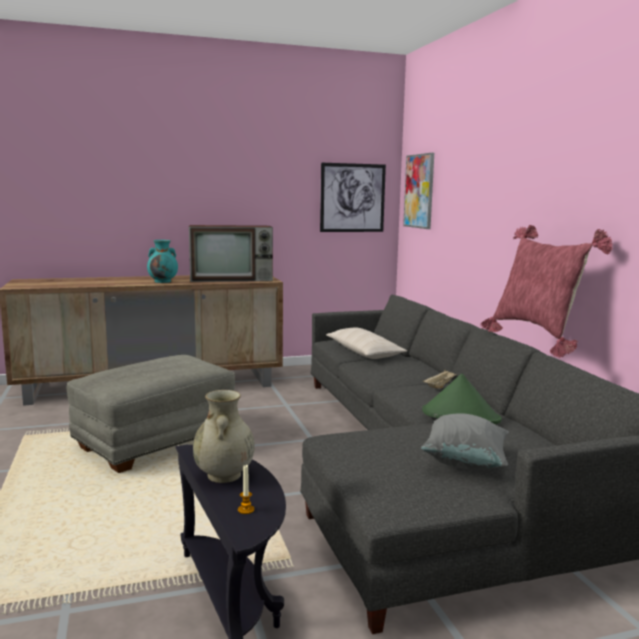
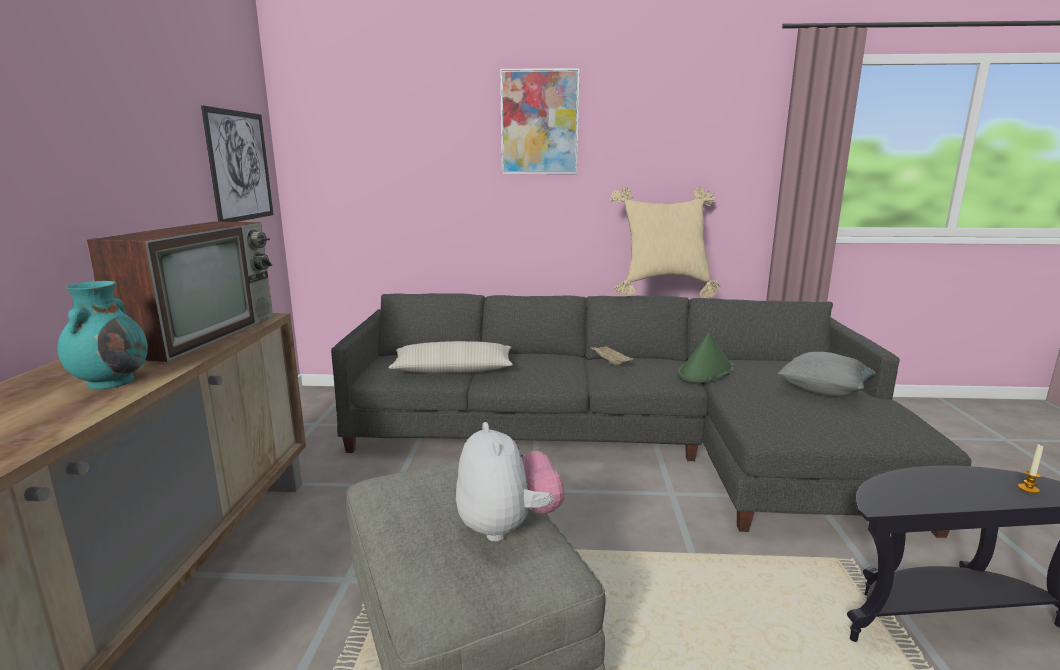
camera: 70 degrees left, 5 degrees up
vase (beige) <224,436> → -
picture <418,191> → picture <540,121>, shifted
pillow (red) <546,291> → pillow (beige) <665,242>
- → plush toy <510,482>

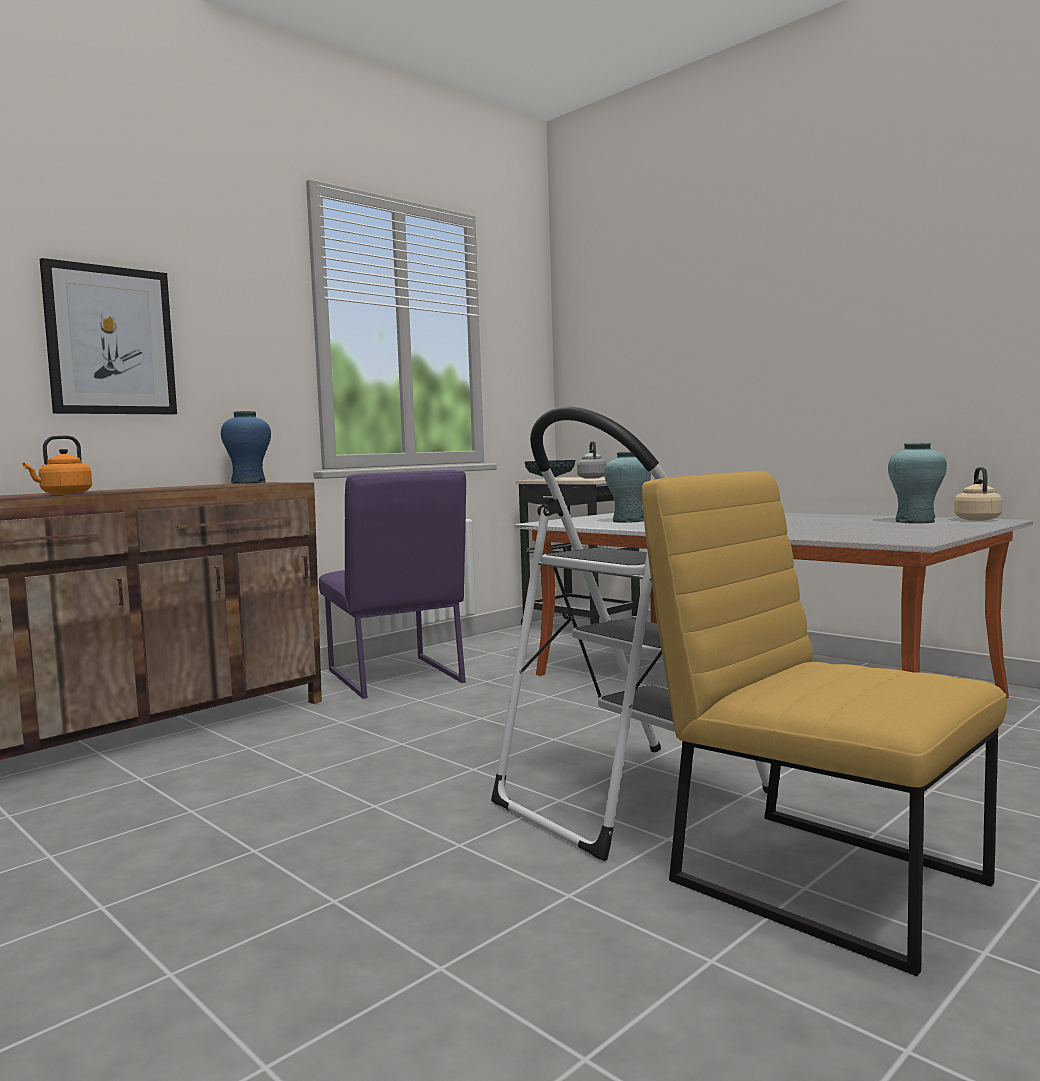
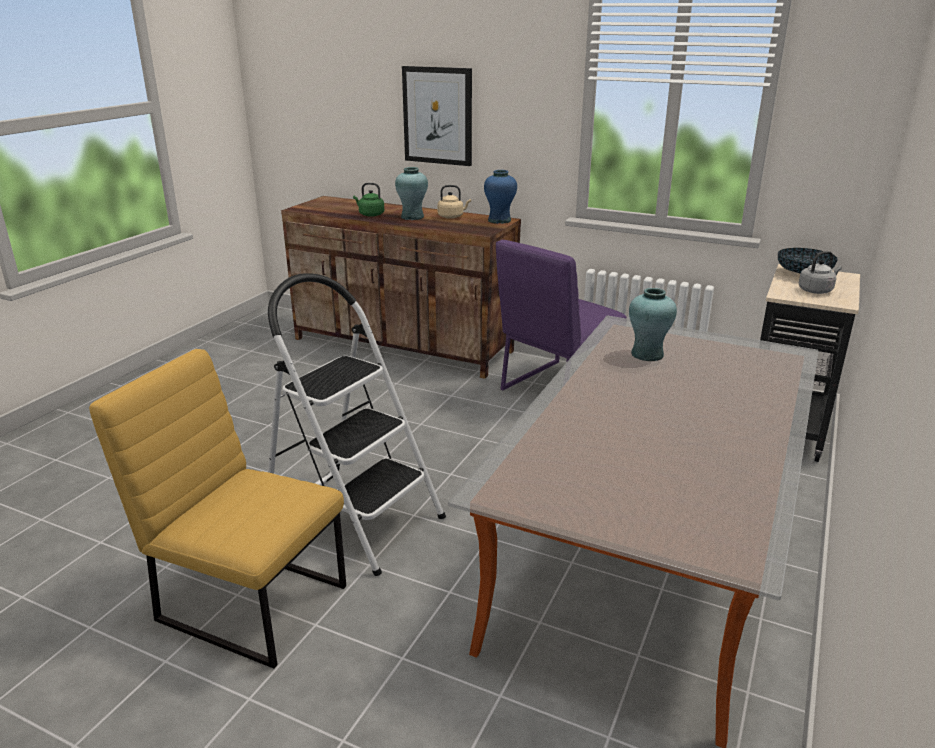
camera: 70 degrees right, 20 degrees up
kettle (orange) <57,465> → kettle (green) <368,200>
chair (yellow) <824,723> → chair (yellow) <217,509>, 90 degrees counterclockwise
vase (turquoise) <917,482> → vase (turquoise) <411,193>, shifted
kettle (beige) <978,494> → kettle (beige) <454,202>, shifted

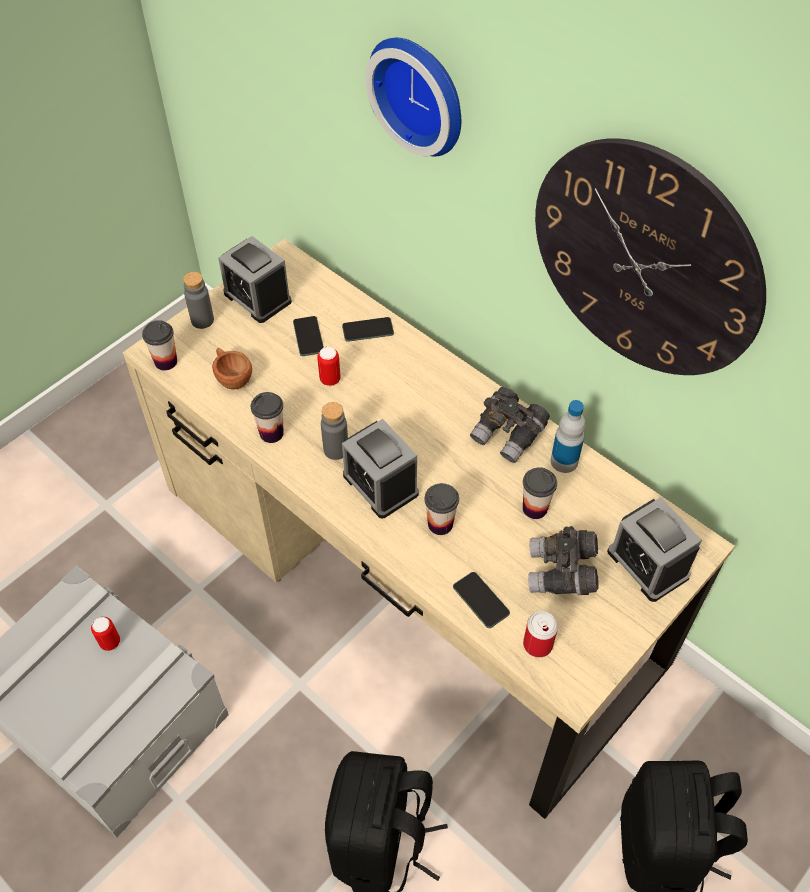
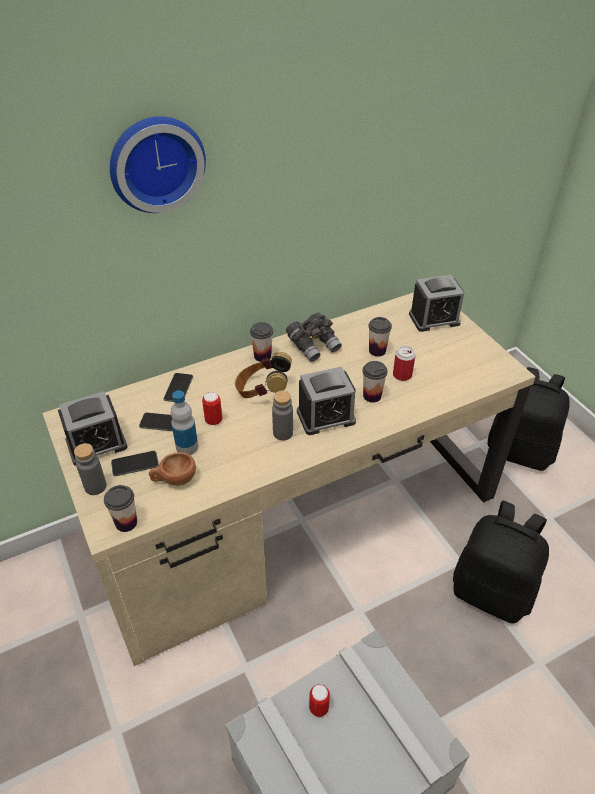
camera: 70 degrees left, 10 degrees down
cup <267,417> → cup <261,342>, shifted
phone <481,600> → phone <135,463>, shifted
can <540,634> → can <404,363>, shifted
binoculars (grey) <563,560> → -
wall clock <650,256> → -
bottle <568,436> → bottle <184,422>, shifted
- → headphones <263,375>

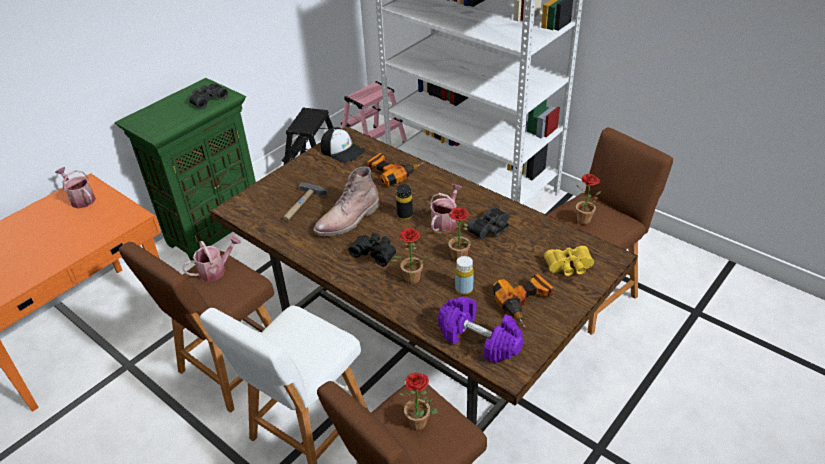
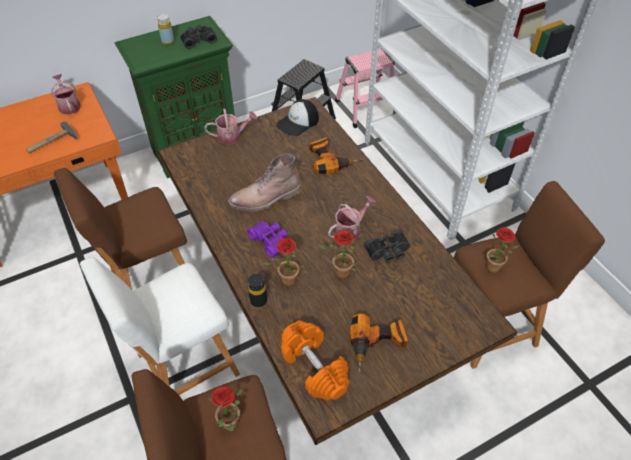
camera: 20 degrees right, 10 degrees up
watering can <211,259> → watering can <230,127>, shifted
hammer <305,202> → hammer <52,137>, shifted
cap <343,145> → cap <297,117>, 75 degrees clockwise
binoculars (black) <372,249> → binoculars (purple) <267,239>
bottle (black) <404,202> → bottle (black) <257,291>, shifted
dumbbell (purple) <481,330> → dumbbell (orange) <315,360>
bottle (yellow) <464,275> → bottle (yellow) <165,29>, shifted
binoculars (yellow) <569,261> → -

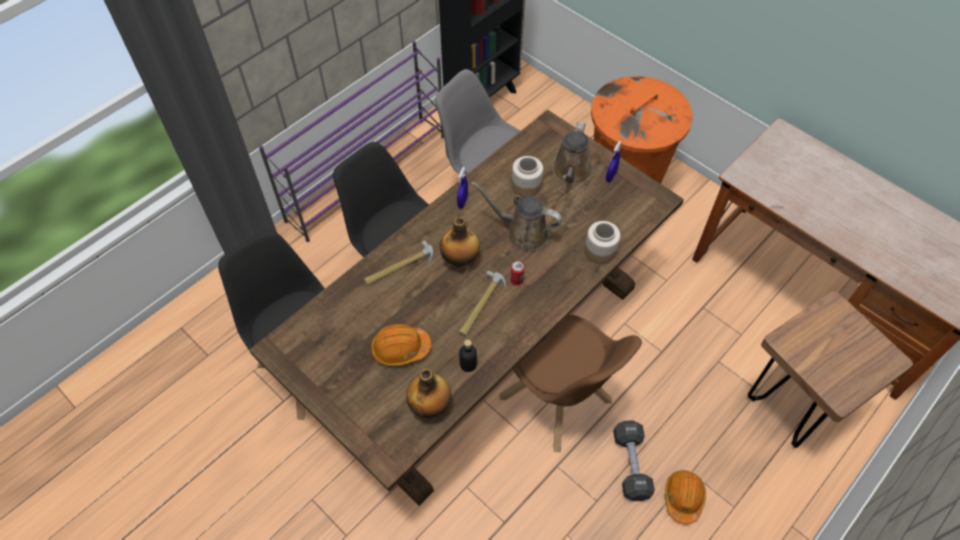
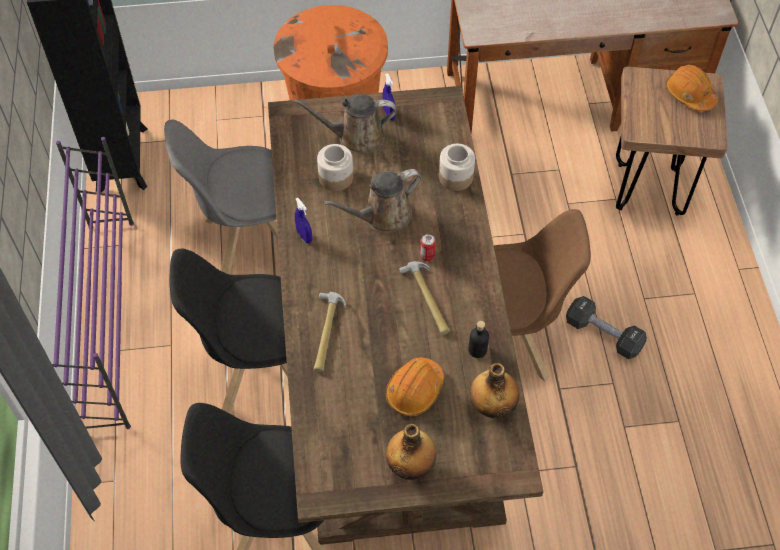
camera: 50 degrees left, 0 degrees up
bottle <460,242> → bottle <411,452>, shifted
watering can (brown) <572,153> → watering can (brown) <344,124>, 120 degrees clockwise
hard hat (orange) <685,497> → hard hat (orange) <691,88>, shifted

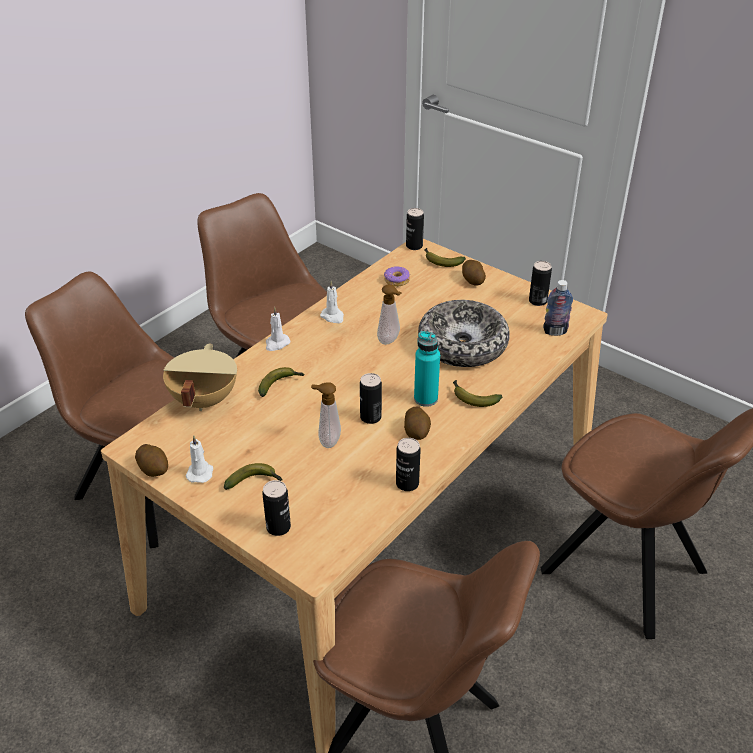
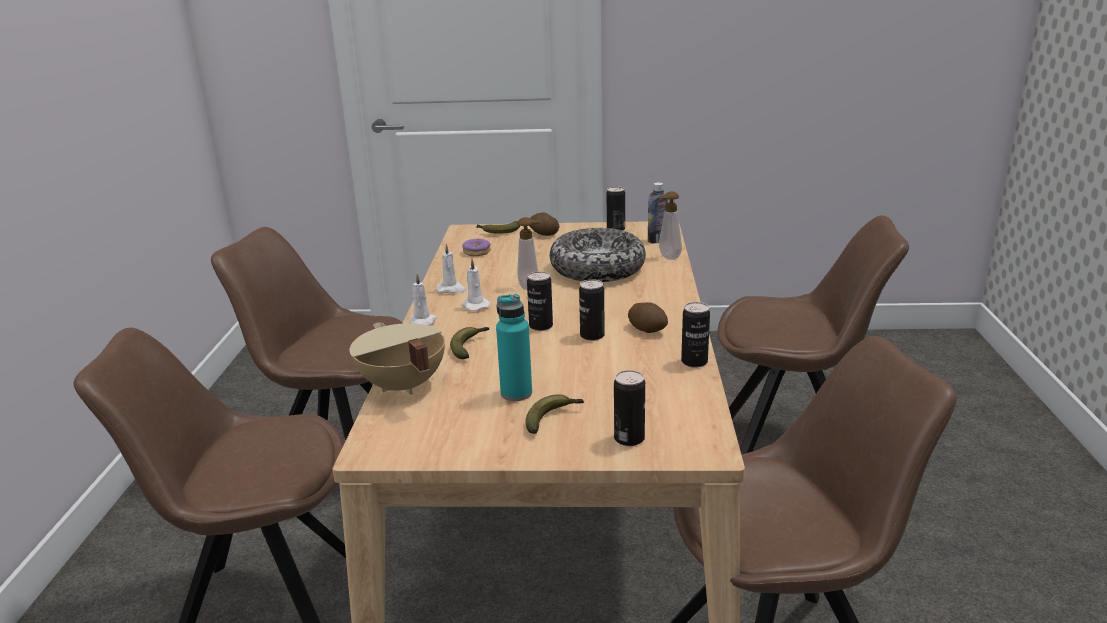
camera: 35 degrees left, 15 degrees down
potato <151,460> → -
candle (white) <199,459> → candle (white) <476,285>, shifted
soap dispenser <326,415> → soap dispenser <670,225>, shifted
can <415,229> → can <540,301>, shifted
bottle (turquoise) <427,369> → bottle (turquoise) <514,347>, shifted
banana <477,393> → -

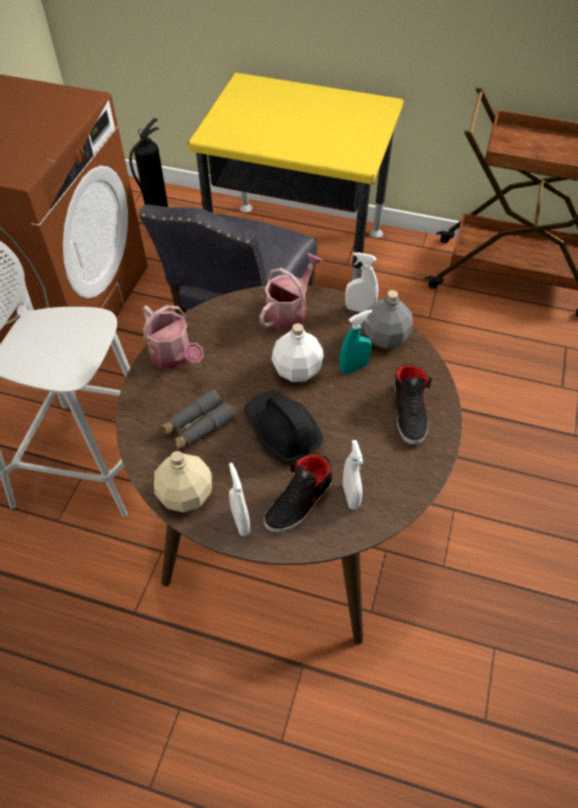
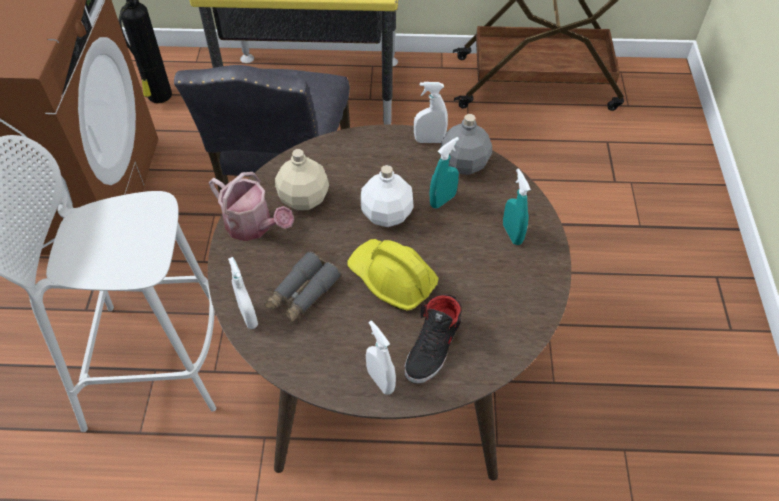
camera: 15 degrees left, 0 degrees up
bottle (beige) <183,482> → bottle (beige) <302,179>, shifted
hard hat (black) <283,426> → hard hat (yellow) <393,275>
watering can <291,291> → -
spray bottle (white) <353,475> → spray bottle (white) <243,293>, shifted
shoe (black) <413,404> → spray bottle (turquoise) <517,206>

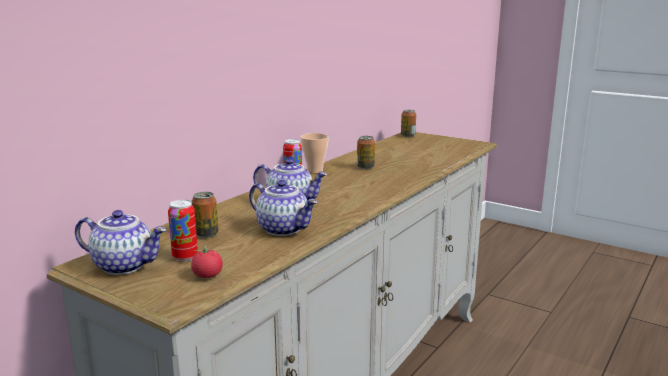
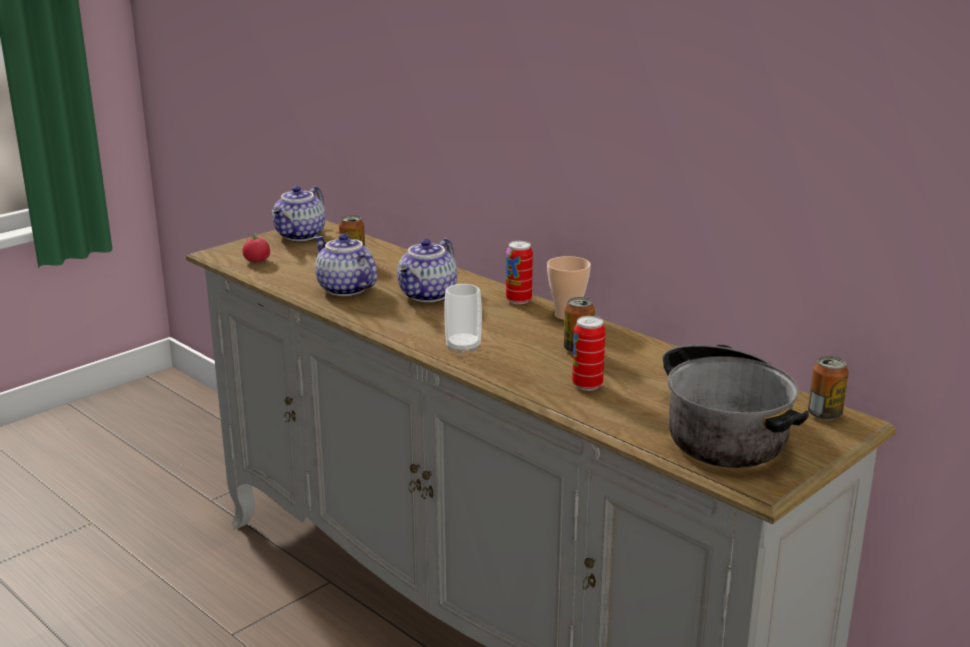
camera: 100 degrees right, 5 degrees up
can <183,230> → can <588,353>, shifted
teapot <283,208> → teapot <345,264>, 90 degrees clockwise
- → cup <463,319>
- → cooking pot <736,406>

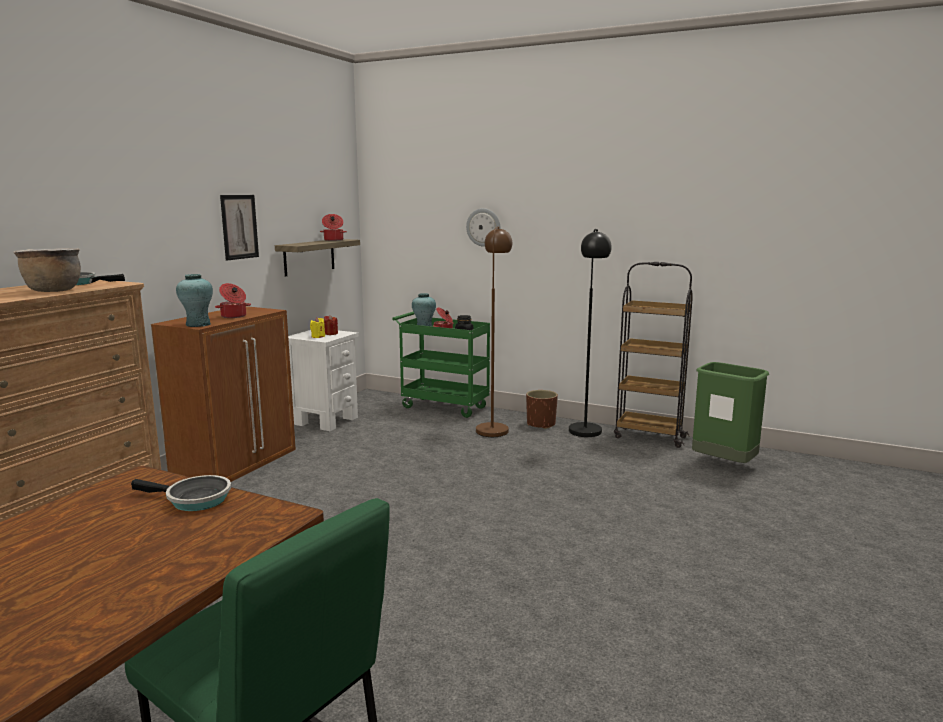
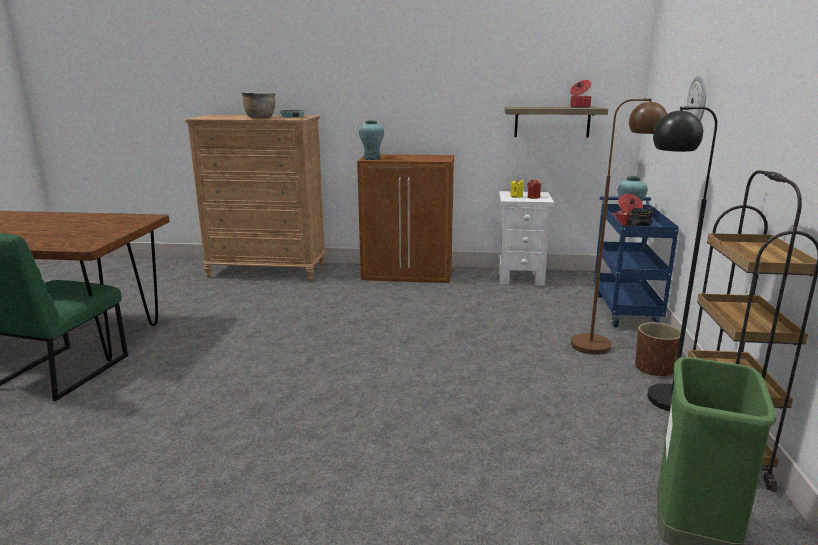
camera: 70 degrees right, 5 degrees up
frying pan <181,493> → -
cooking pot <233,300> → -
picture <239,228> → -
cart (green) <441,364> → cart (blue) <636,261>

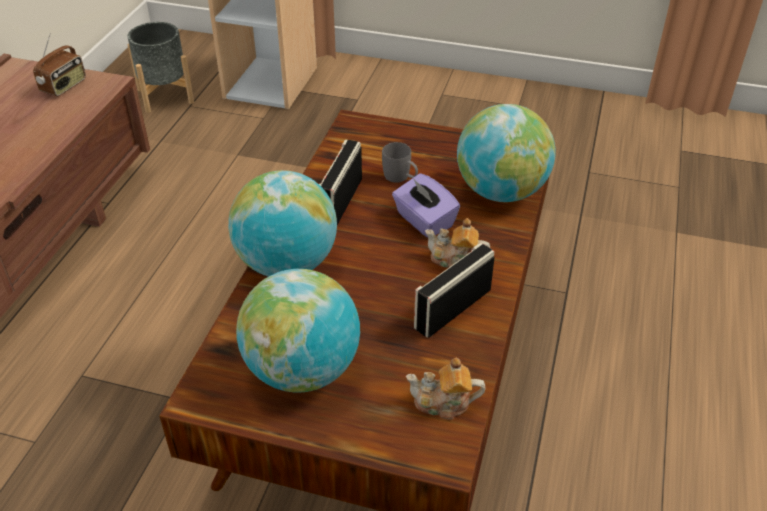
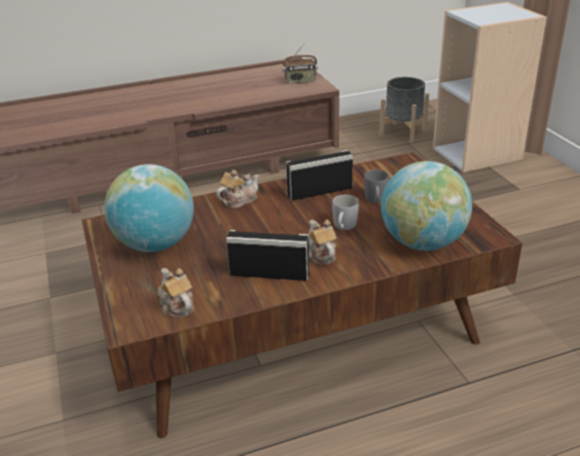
camera: 55 degrees right, 10 degrees down
globe <282,223> → teapot <237,189>
tissue box (purple) <426,205> → mug (white) <345,212>

